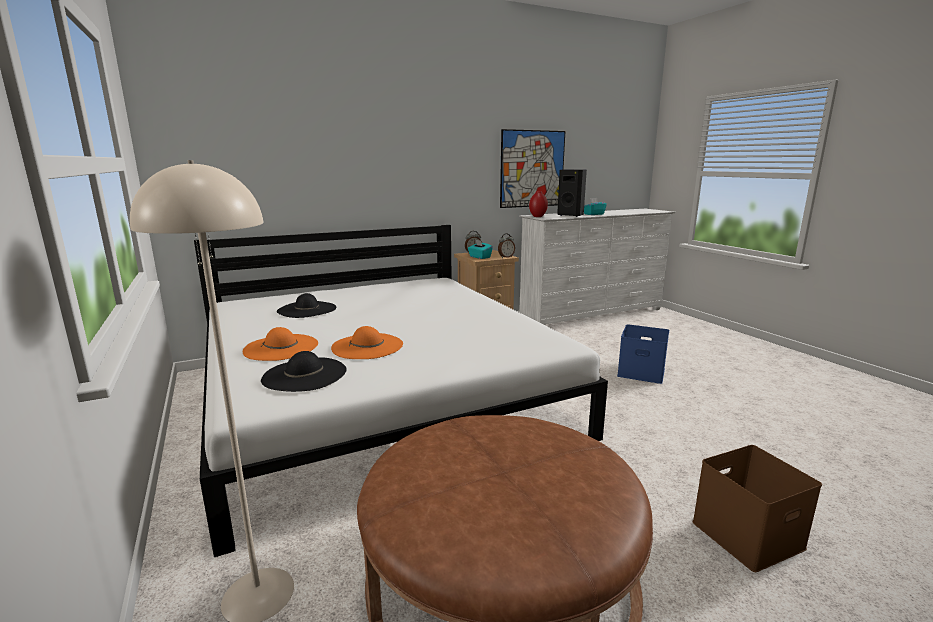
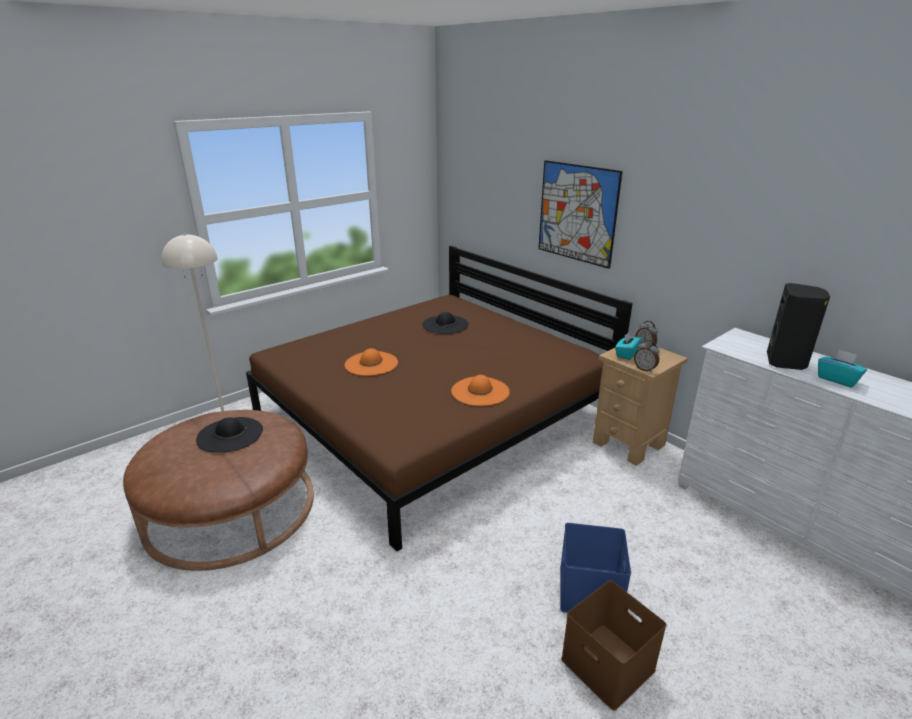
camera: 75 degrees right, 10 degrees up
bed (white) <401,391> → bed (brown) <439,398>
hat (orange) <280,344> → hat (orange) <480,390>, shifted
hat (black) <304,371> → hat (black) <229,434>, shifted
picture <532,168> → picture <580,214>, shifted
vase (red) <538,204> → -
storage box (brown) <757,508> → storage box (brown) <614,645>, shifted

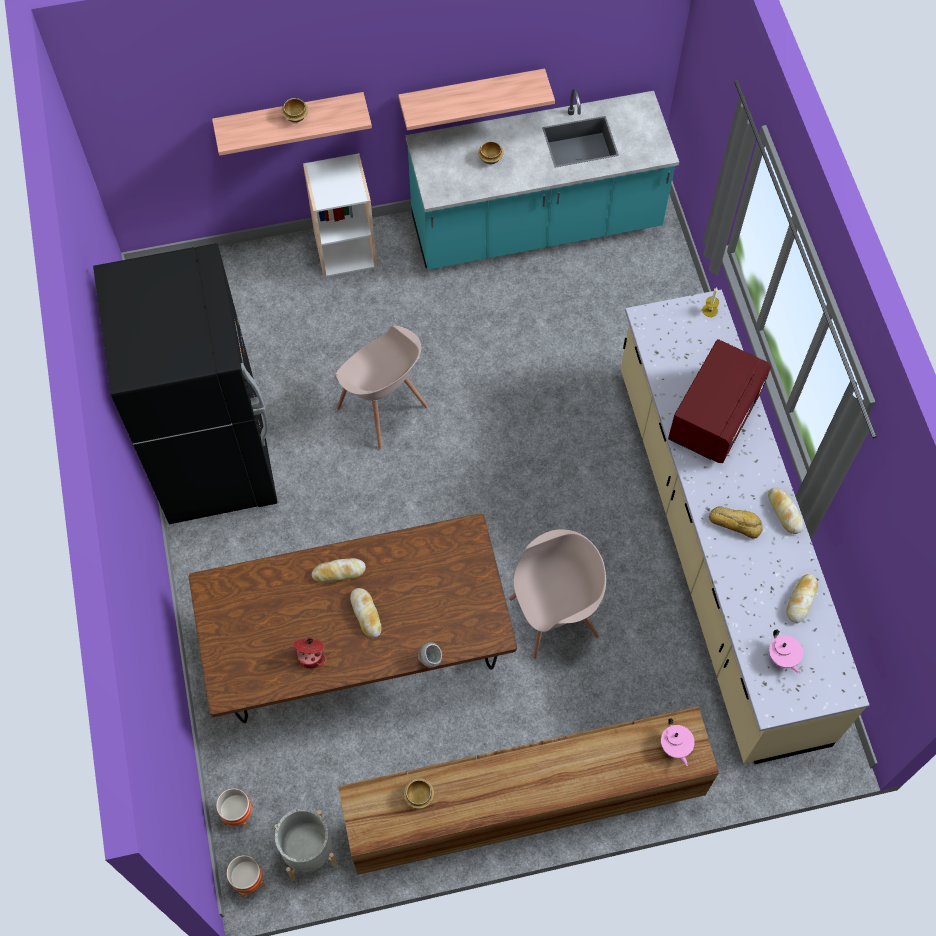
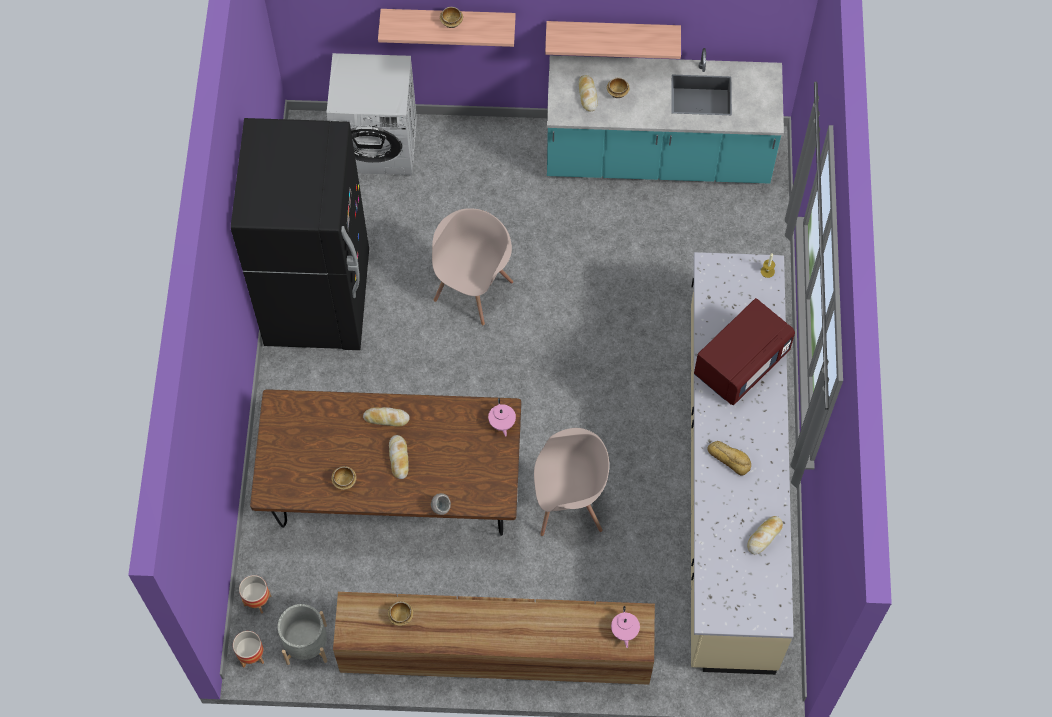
camera: 15 degrees right, 0 degrees up
cooking pot <310,653> → bowl <343,478>
bookcase <340,215> → -
chair (beige) <381,387> → chair (beige) <472,266>, 120 degrees counterclockwise
bread <785,510> → bread <588,93>, shifted
teapot (pink) <786,651> → teapot (pink) <502,417>, shifted
- → washing machine (white) <371,114>

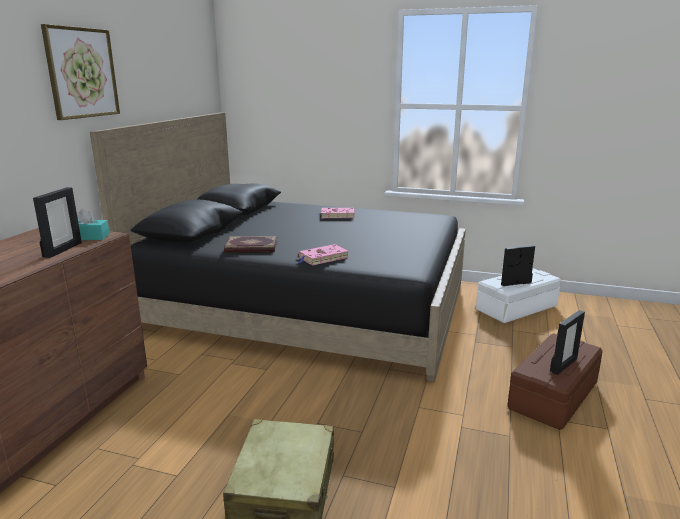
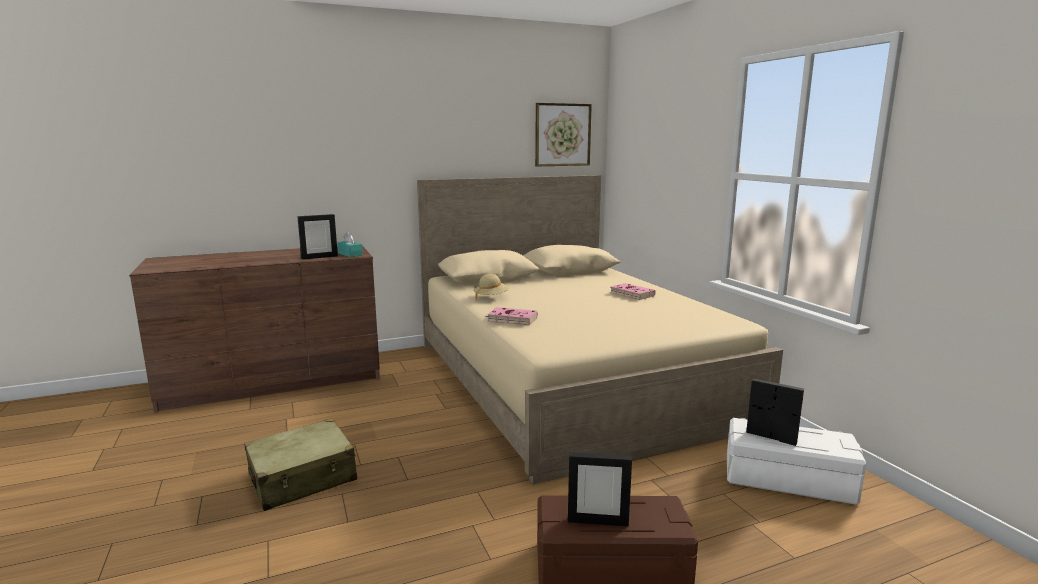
camera: 50 degrees right, 5 degrees down
picture <80,72> → picture <563,134>, shifted
bed (black) <278,247> → bed (beige) <600,329>
book <251,244> → hat (beige) <491,287>

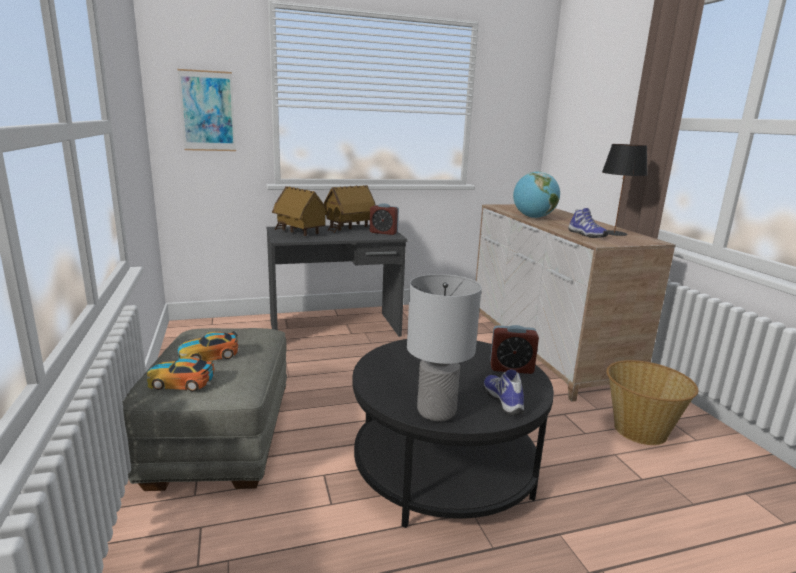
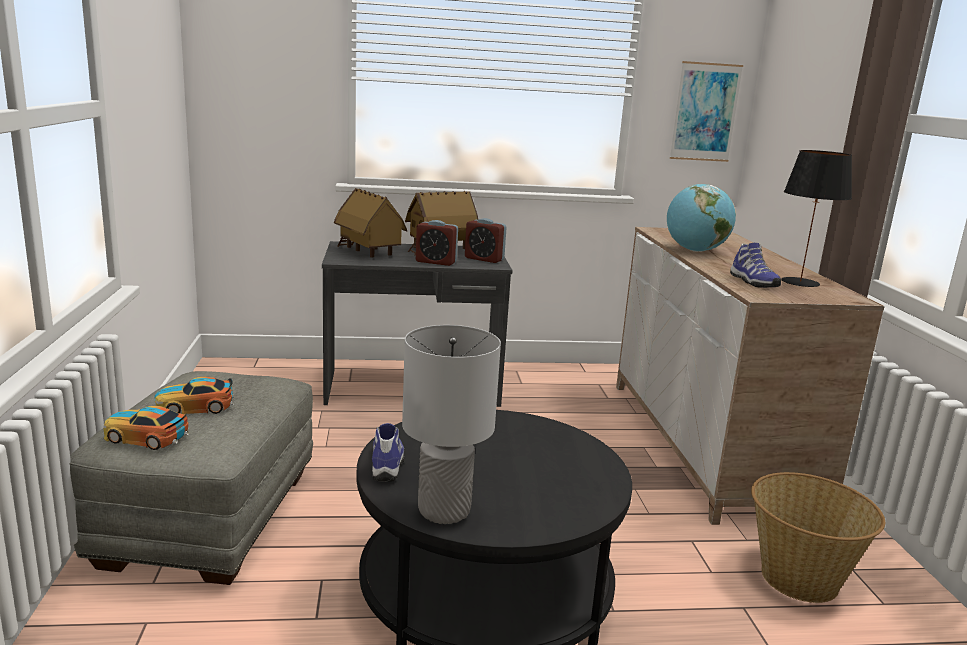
camera: 10 degrees right, 0 degrees up
picture <207,110> → picture <706,111>, shifted
shoe <503,392> → shoe <388,452>, shifted
alarm clock <514,349> → alarm clock <437,243>, shifted

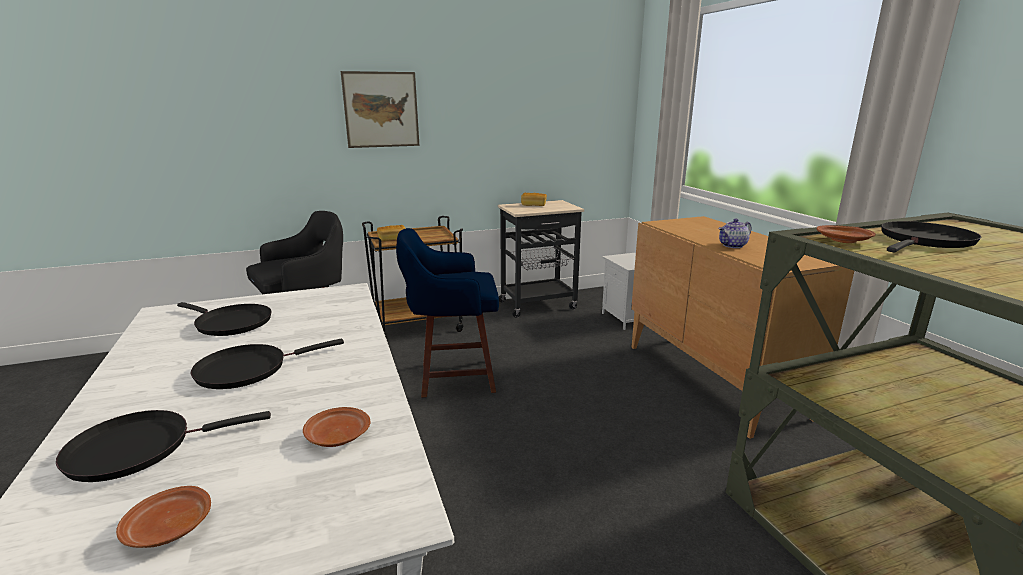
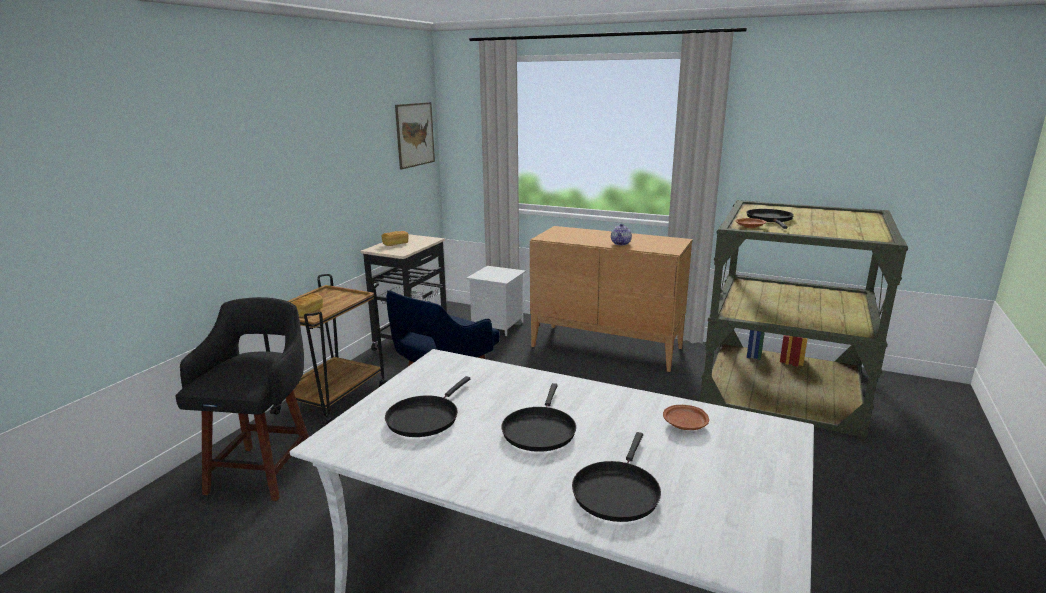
camera: 45 degrees left, 0 degrees up
plate (brown) <163,517> → -
frying pan (black) <224,319> → frying pan (black) <427,406>, 135 degrees clockwise
picture <380,109> → picture <415,135>, shifted

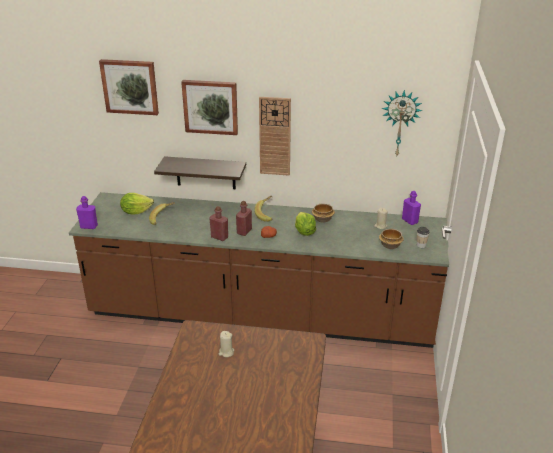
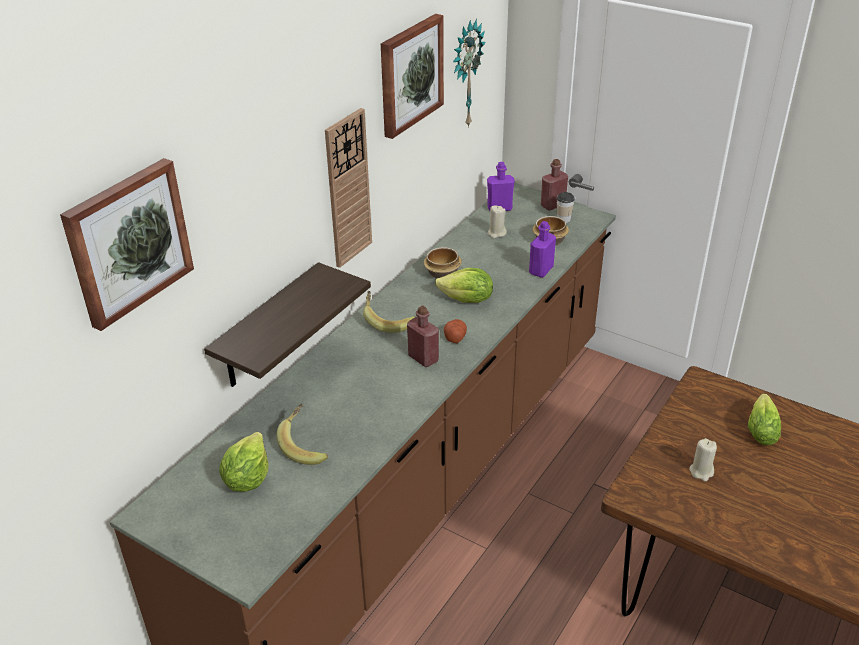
camera: 65 degrees left, 5 degrees up
bottle (purple) <87,212> → bottle (purple) <542,249>, shifted
picture <209,107> → picture <412,76>, shifted
bottle (red) <218,223> → bottle (red) <554,185>, shifted
- → lettuce <764,419>

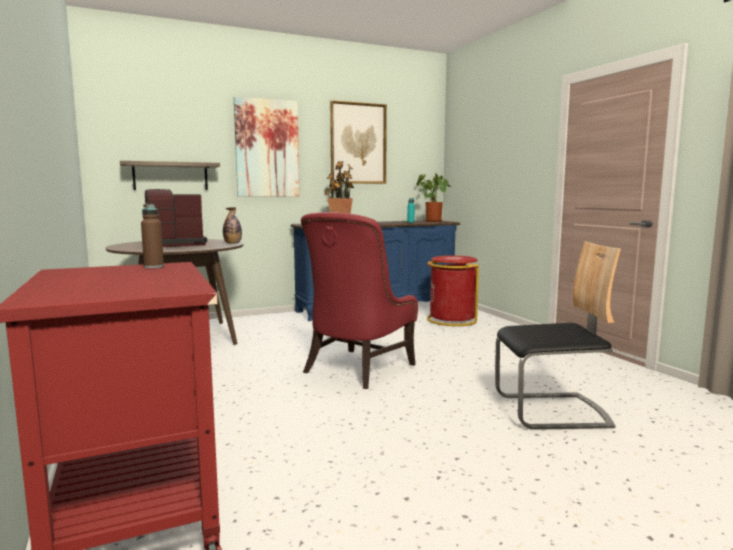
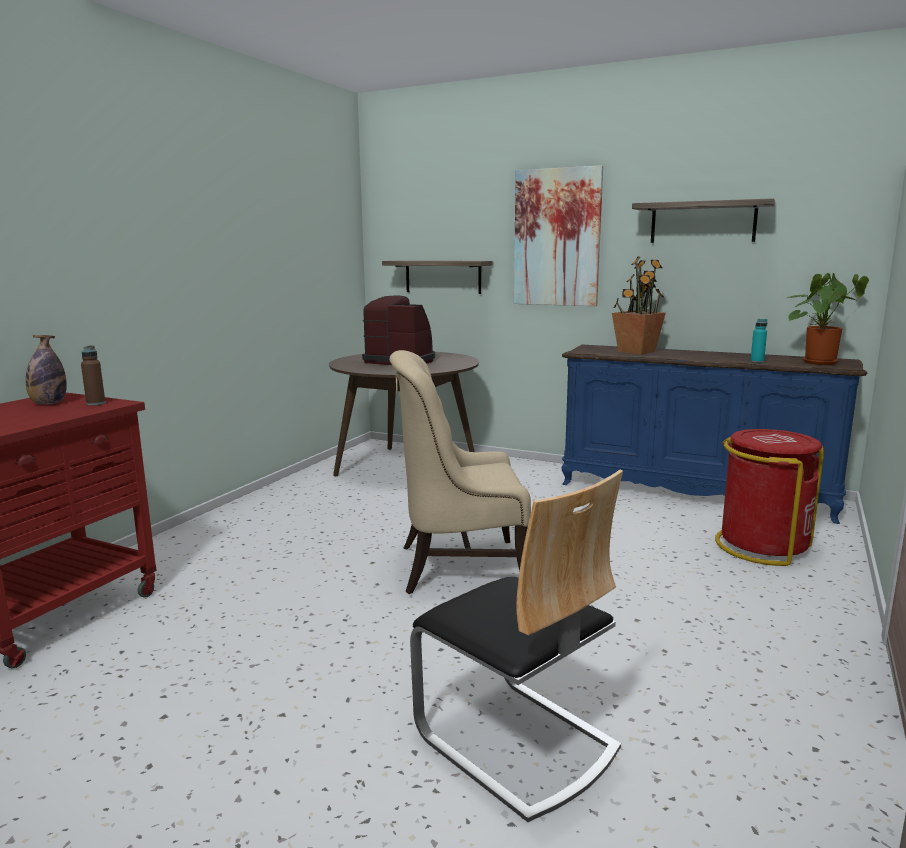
camera: 50 degrees right, 5 degrees up
bottle <232,225> → bottle <46,369>, shifted
chair (red) <359,300> → chair (beige) <460,472>
picture <358,142> → shelf <703,220>

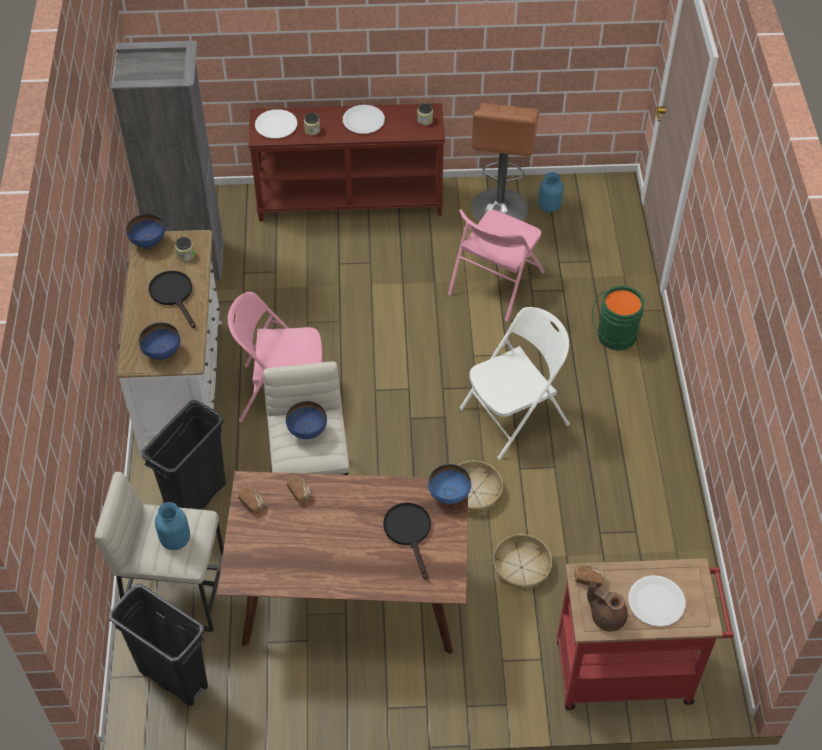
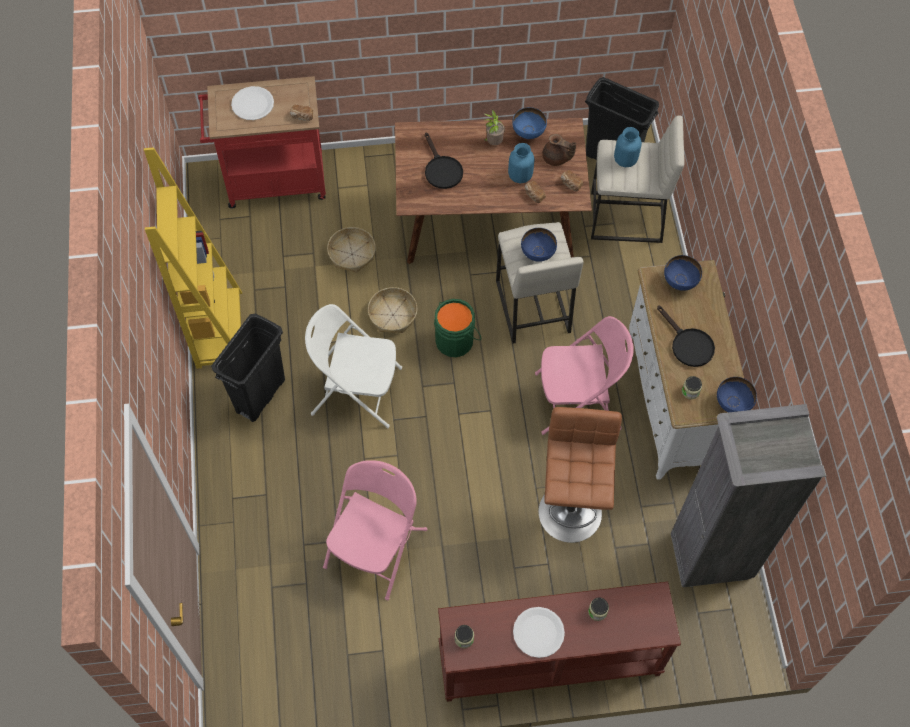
camera: 175 degrees right, 10 degrees up
trash can (black) <183,455> → trash can (black) <248,368>, shifted
plate (white) <276,124> → -
bowl (blue) <449,484> → bowl (blue) <529,123>, shifted
chair (white) <514,383> → chair (white) <353,366>, 45 degrees clockwise
stool (brown) <505,162> → stool (brown) <580,475>, shifted
vase (blue) <550,192> → vase (blue) <521,163>, shifted
teapot (brown) <607,606> → teapot (brown) <559,150>, shifted
bucket (green) <618,318> → bucket (green) <457,328>, shifted
- → bookcase (yellow) <193,258>
- → potted plant <495,127>

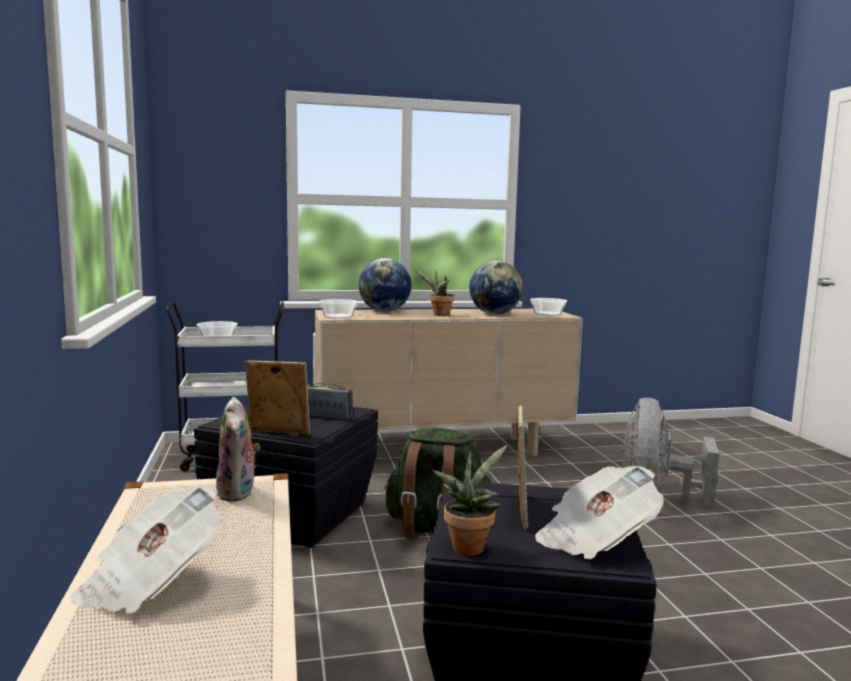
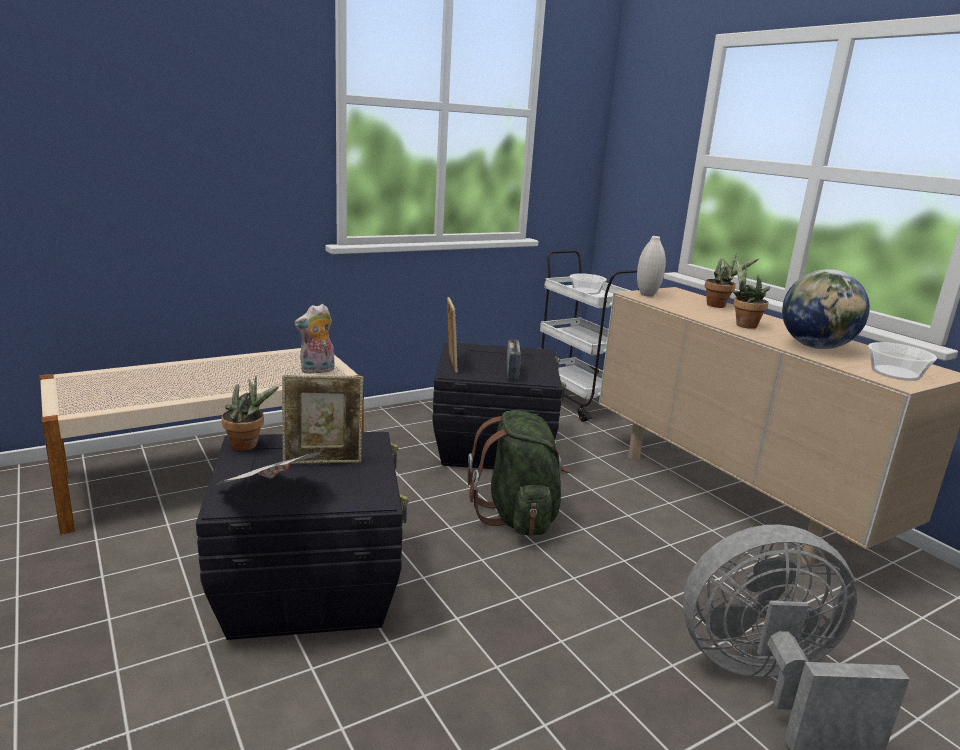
camera: 70 degrees right, 10 degrees up
newspaper <146,550> → -
bowl <338,309> → vase (white) <651,266>
globe <384,285> → potted plant <732,280>

